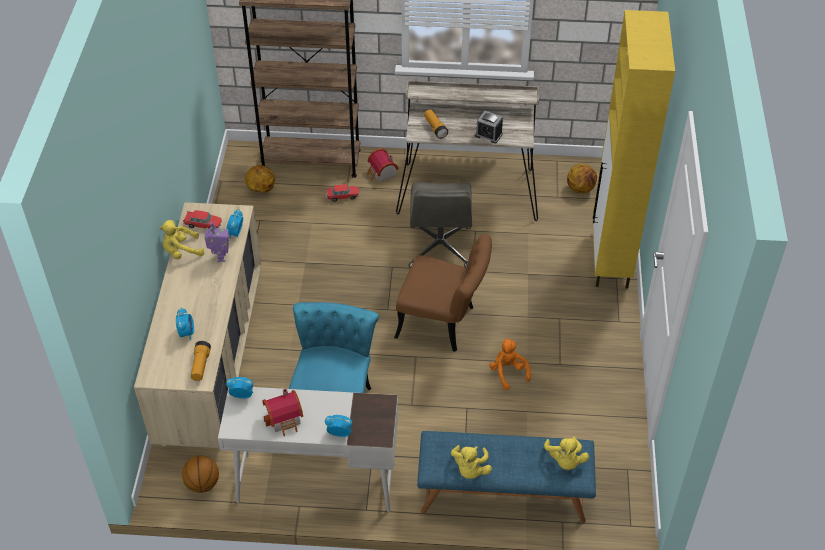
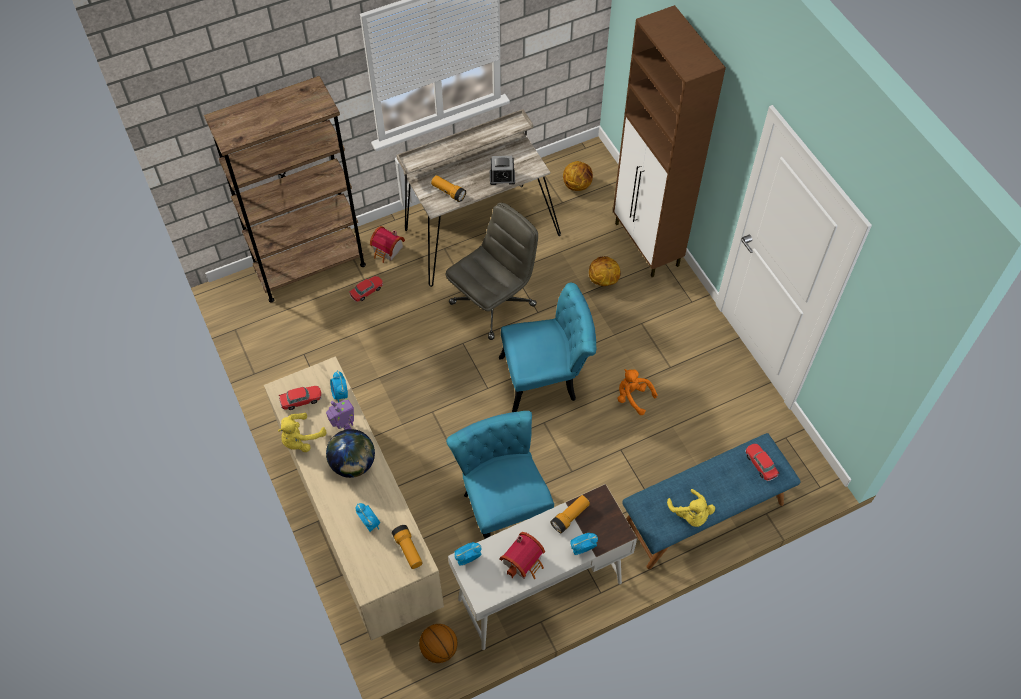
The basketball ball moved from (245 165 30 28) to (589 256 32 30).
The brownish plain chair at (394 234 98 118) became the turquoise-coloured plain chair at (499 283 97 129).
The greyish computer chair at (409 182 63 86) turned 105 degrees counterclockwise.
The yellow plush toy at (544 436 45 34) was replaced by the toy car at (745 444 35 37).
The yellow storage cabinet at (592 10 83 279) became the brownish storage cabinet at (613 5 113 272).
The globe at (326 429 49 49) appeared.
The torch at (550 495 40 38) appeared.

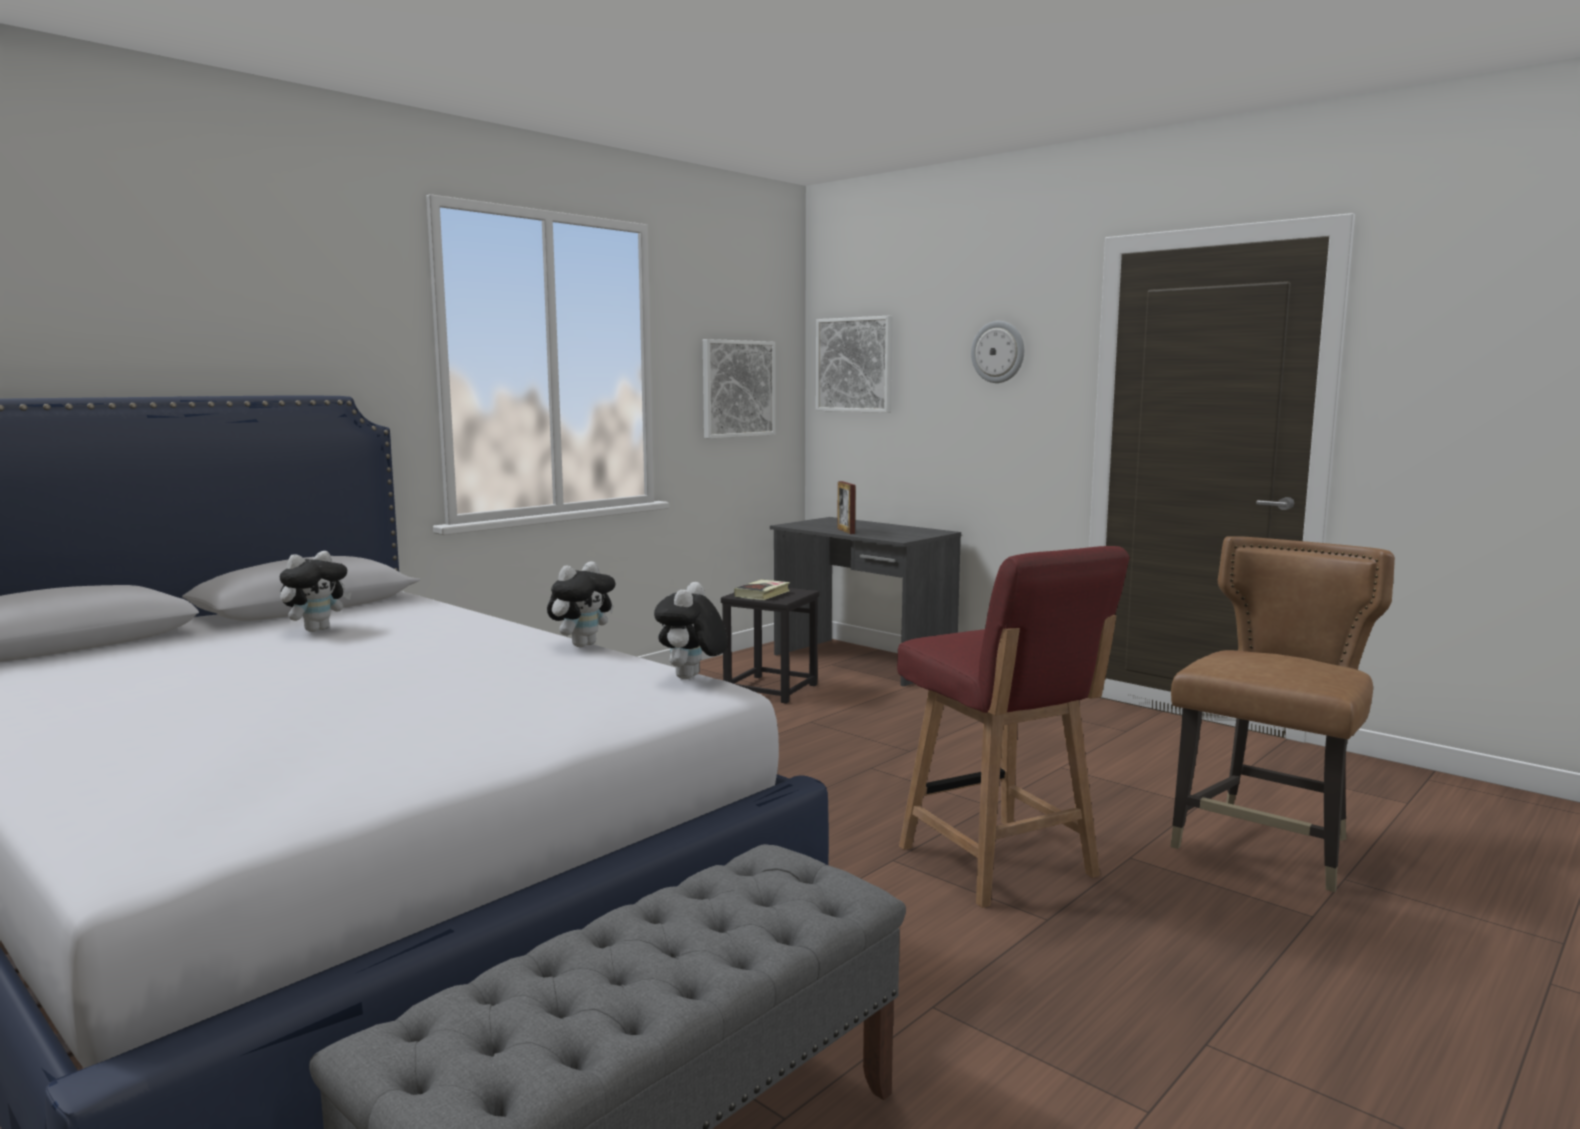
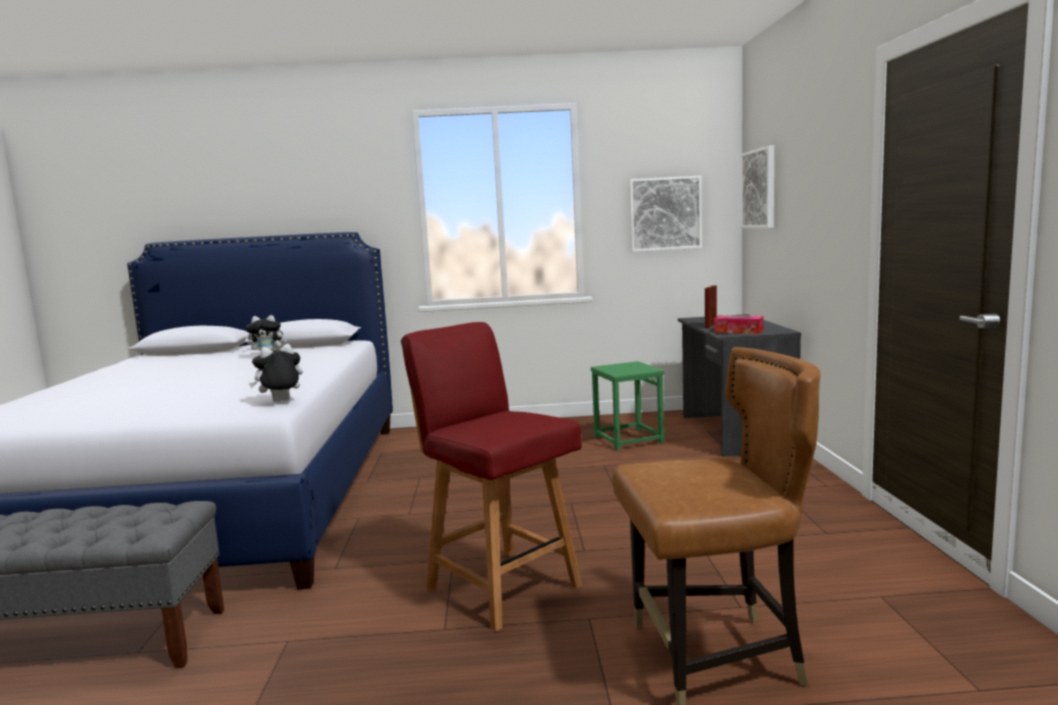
The plush toy at (547 561 69 86) disappeared.
The black-coloured stool seat at (721 588 98 116) became the green stool seat at (591 361 73 90).
The bound book at (734 580 56 20) disappeared.
The reddish plain chair at (897 546 232 362) turned 120 degrees clockwise.
The clock on the wall at (971 321 53 62) disappeared.
The tissue box at (714 315 49 19) appeared.

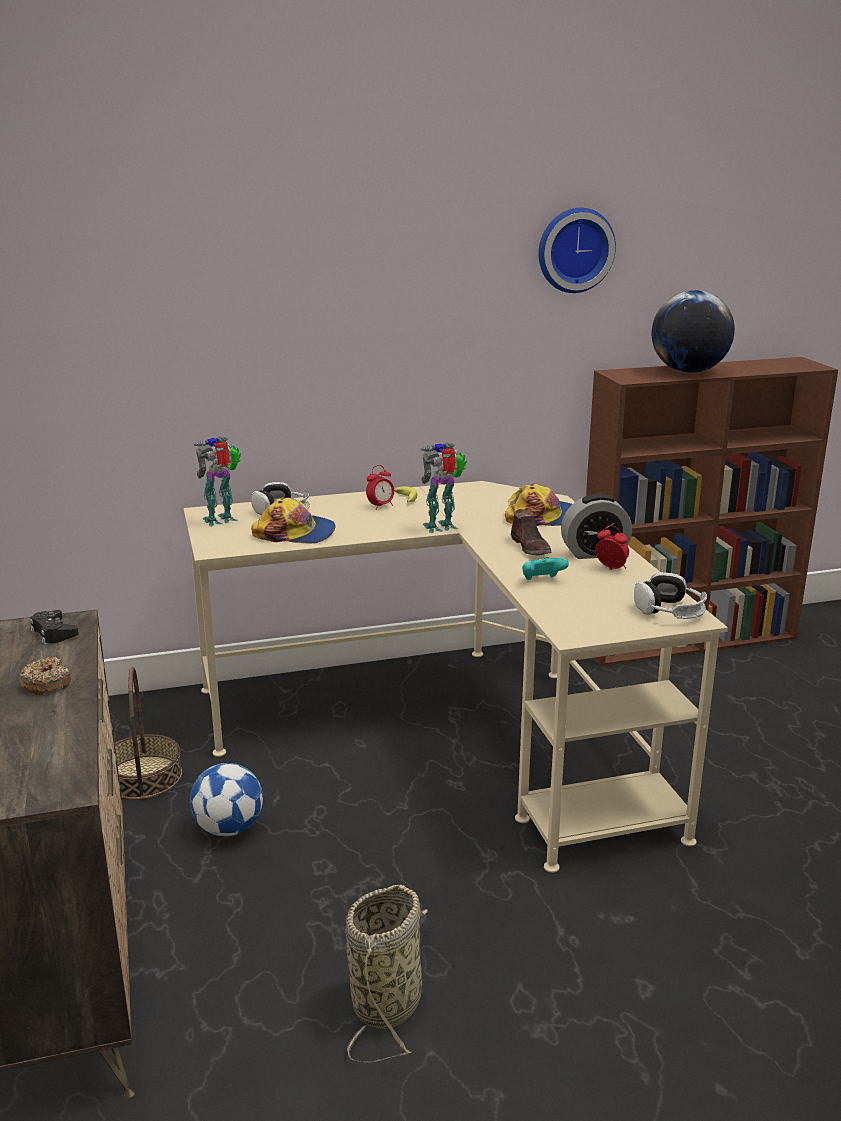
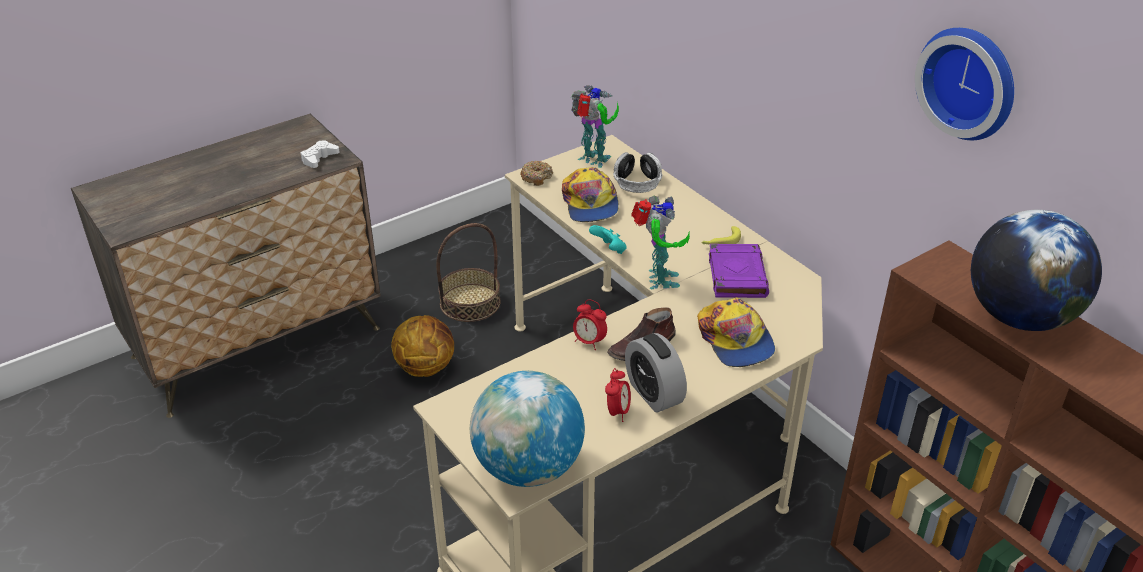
The donut moved from (19 657 52 38) to (520 160 33 26).
The black-coloured gamepad at (30 610 49 34) became the white-coloured gamepad at (300 140 40 28).
The football at (190 763 73 73) was replaced by the basketball ball at (391 315 63 62).
The storage basket at (345 885 83 177) disappeared.
The bedside clock moved from (366 465 28 45) to (573 299 34 51).
The robot figure at (420 442 47 91) turned 45 degrees clockwise.
The turquoise-coloured gamepad moved from (522 557 47 23) to (589 225 38 29).
The pair of headphones at (634 572 73 47) was replaced by the globe at (470 371 115 116).
The purple-coloured bound book at (709 244 60 54) appeared.

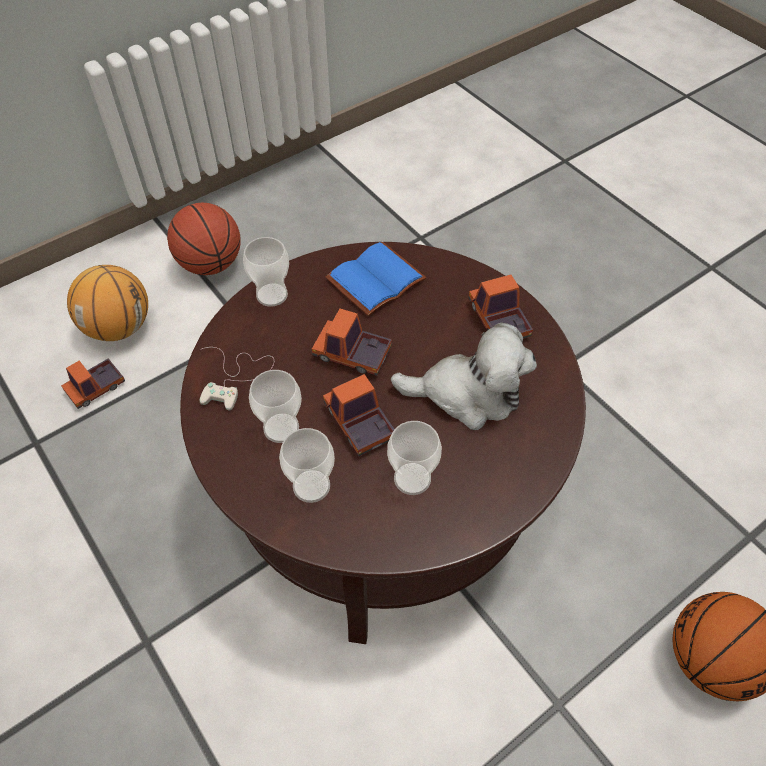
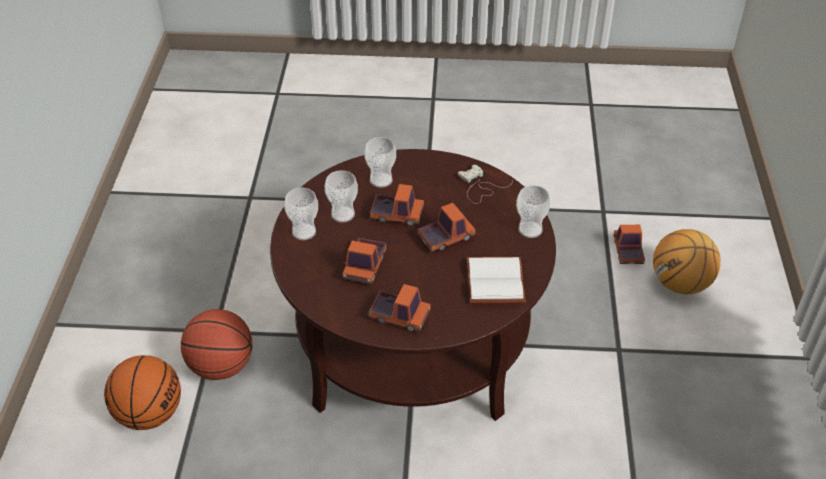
The basketball ball moved from (167 202 74 73) to (181 309 71 71).
The small cup moved from (249 370 53 73) to (284 188 34 52).
The blue-coloured bound book at (326 242 100 74) became the white-coloured bound book at (467 257 59 46).
The plush toy at (391 323 146 107) was replaced by the toy lorry at (343 238 44 46).

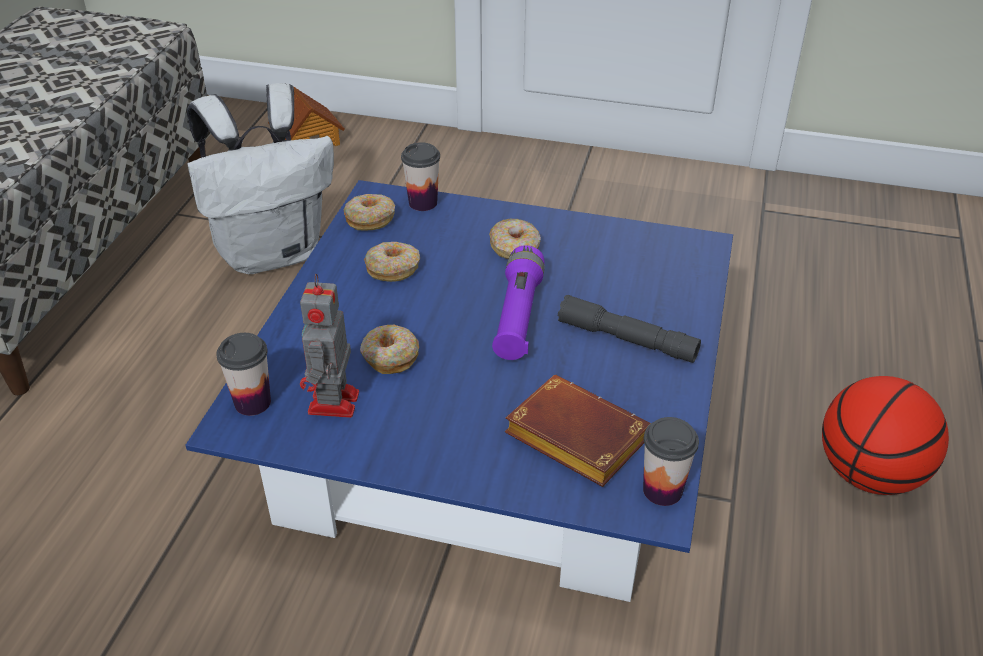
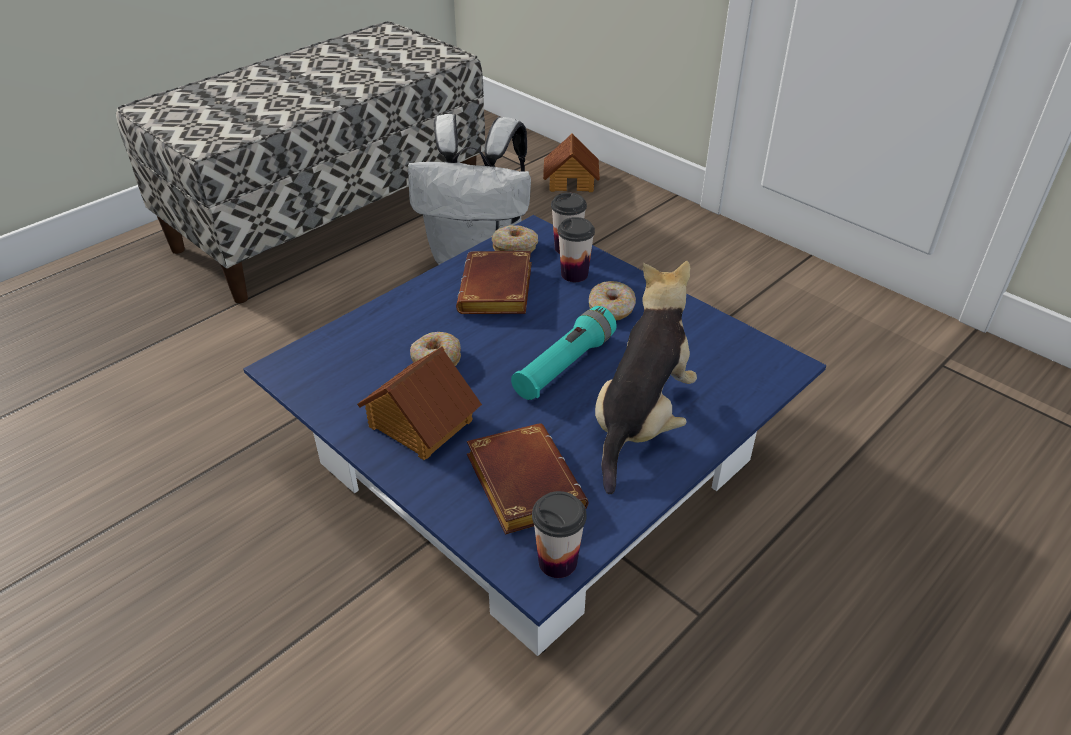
The small cup moved from (216 333 55 83) to (558 217 37 65).
The robot figure at (300 274 59 144) disappeared.
The donut at (364 242 56 40) was replaced by the brownish bound book at (456 251 76 63).
The purple-coloured torch at (492 245 53 115) became the turquoise-coloured torch at (511 306 106 94).
The greyish torch at (558 295 143 68) was replaced by the plush toy at (595 261 102 233).
The basketball ball at (822 376 127 119) disappeared.
The model house at (357 346 125 114) appeared.

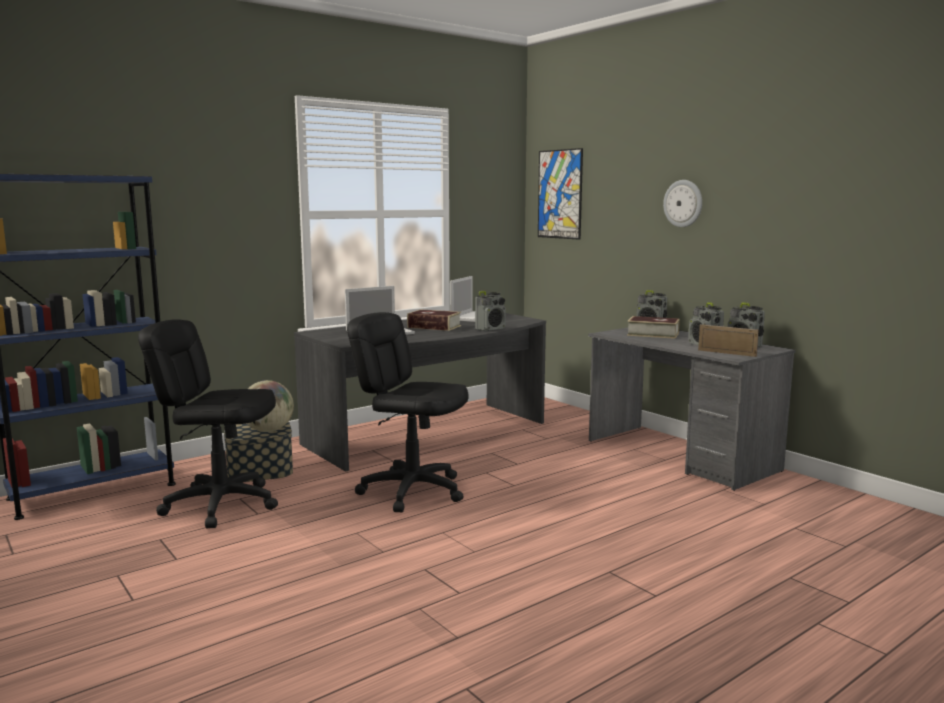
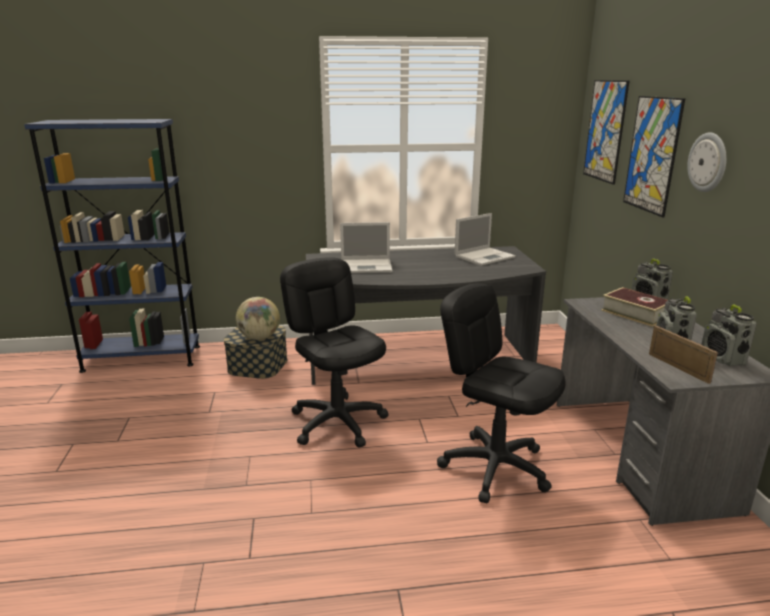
The black-coloured computer chair moved from (138 319 140 209) to (437 283 129 220).
The bound book at (407 309 54 22) disappeared.
The radio set at (475 291 31 40) disappeared.
The wall art at (623 96 62 121) appeared.

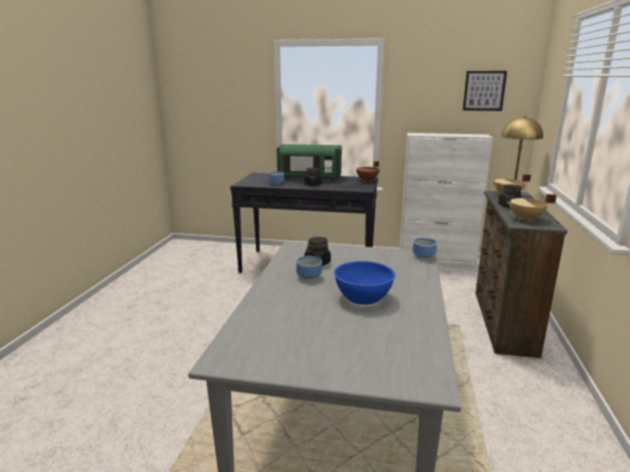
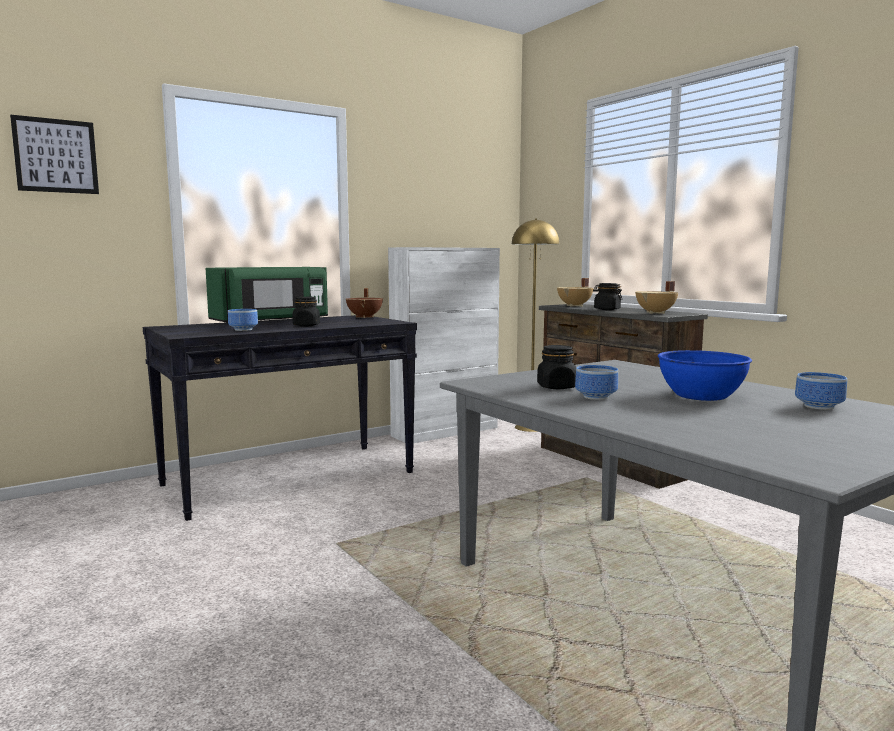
The bowl moved from (413 238 24 21) to (795 372 52 38).
The wall art moved from (463 71 44 40) to (10 115 89 79).

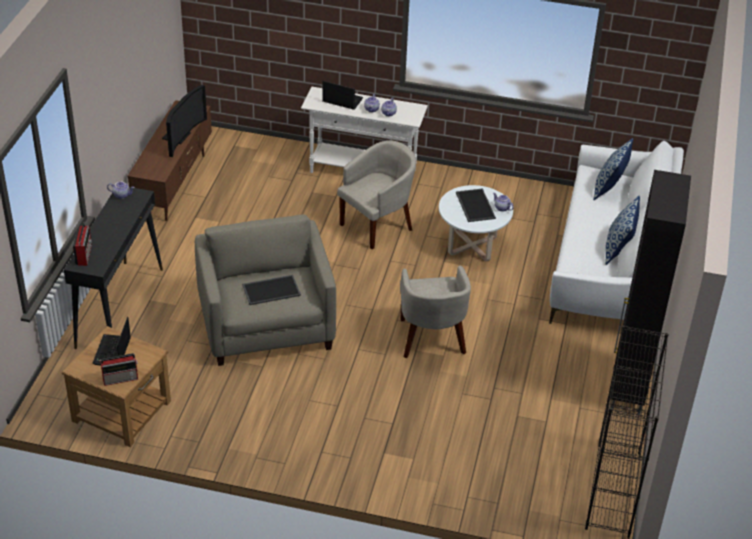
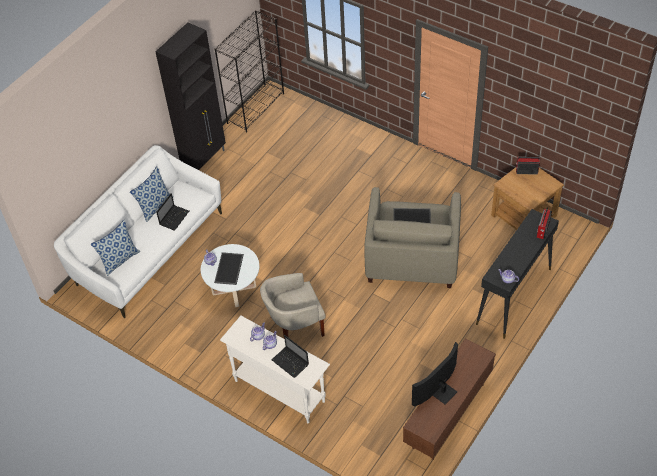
The notebook computer moved from (92 317 39 48) to (156 193 33 37).
The beige-coloured easy chair at (400 266 71 92) disappeared.

